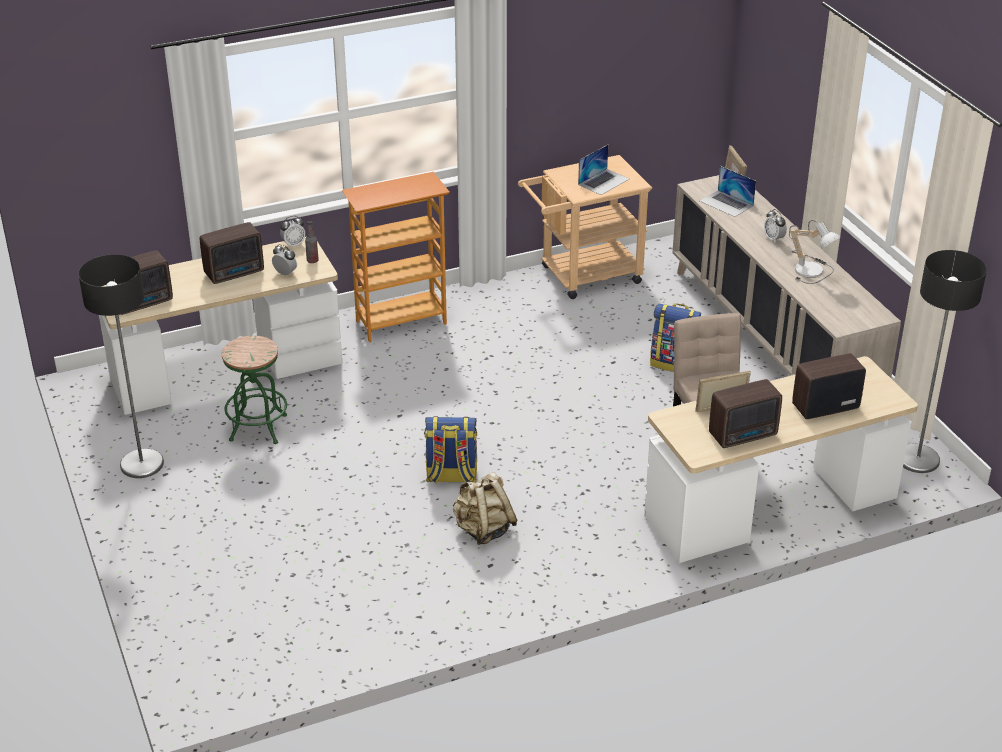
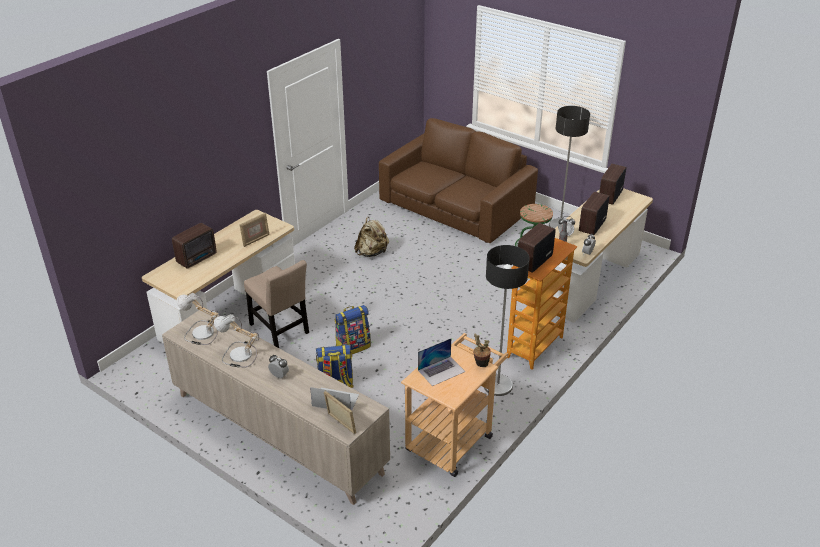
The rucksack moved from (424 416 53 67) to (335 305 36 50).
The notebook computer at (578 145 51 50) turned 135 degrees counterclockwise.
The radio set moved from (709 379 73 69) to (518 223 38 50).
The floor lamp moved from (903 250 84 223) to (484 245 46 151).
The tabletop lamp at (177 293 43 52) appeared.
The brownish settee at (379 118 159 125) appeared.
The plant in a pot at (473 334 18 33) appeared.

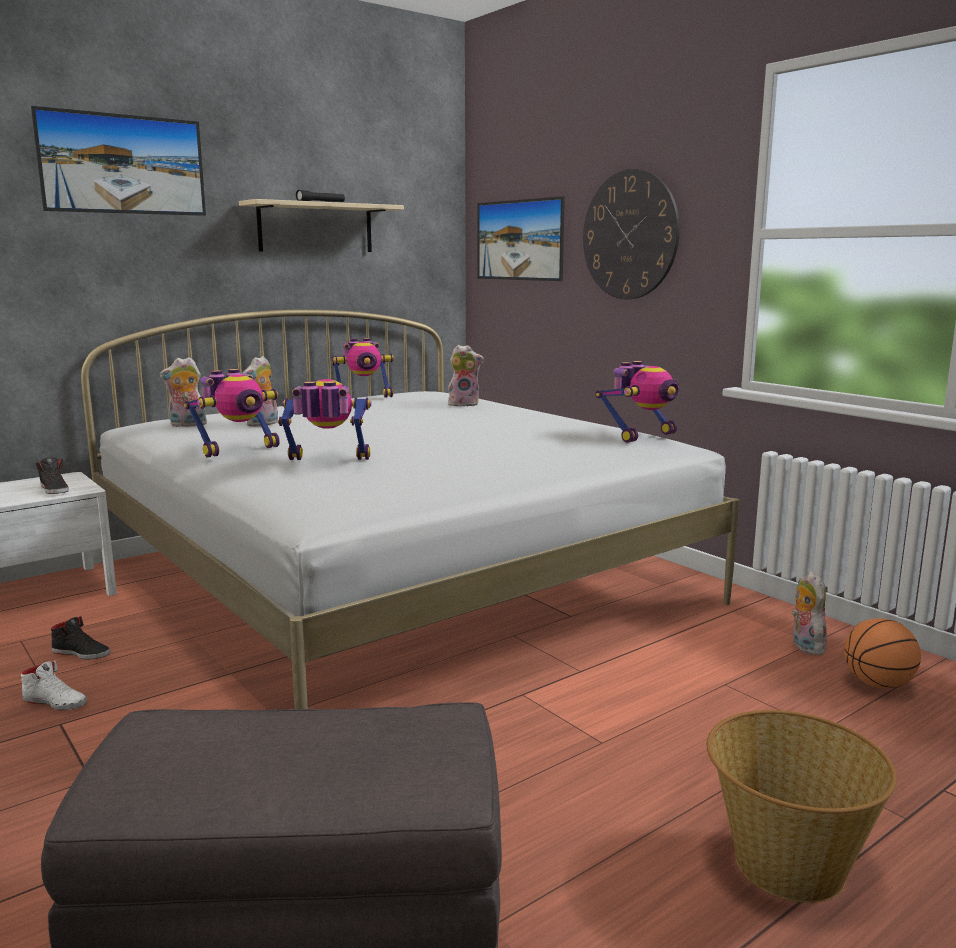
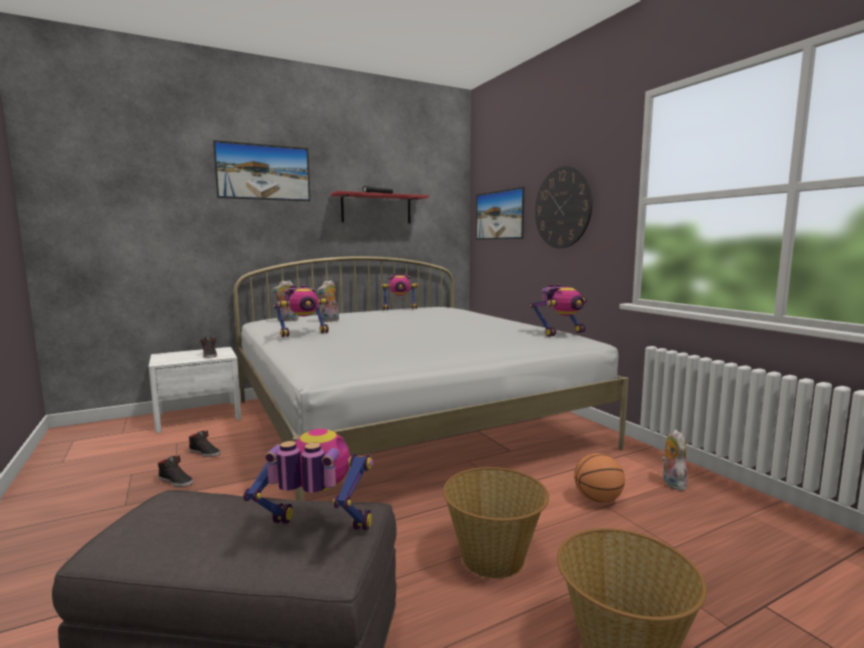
The white-coloured item of footwear at (21 660 66 50) became the black-coloured item of footwear at (158 456 35 31).
The beige-coloured bracket shelf at (239 199 165 53) became the reddish bracket shelf at (330 191 99 32).
The robot figure moved from (278 379 94 81) to (243 429 130 101).
The plush toy at (448 345 36 62) disappeared.
The basketball ball moved from (844 618 77 70) to (574 453 51 50).
The storage basket at (443 467 106 112) appeared.

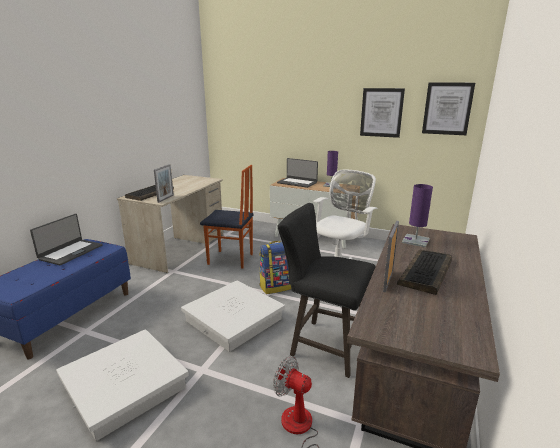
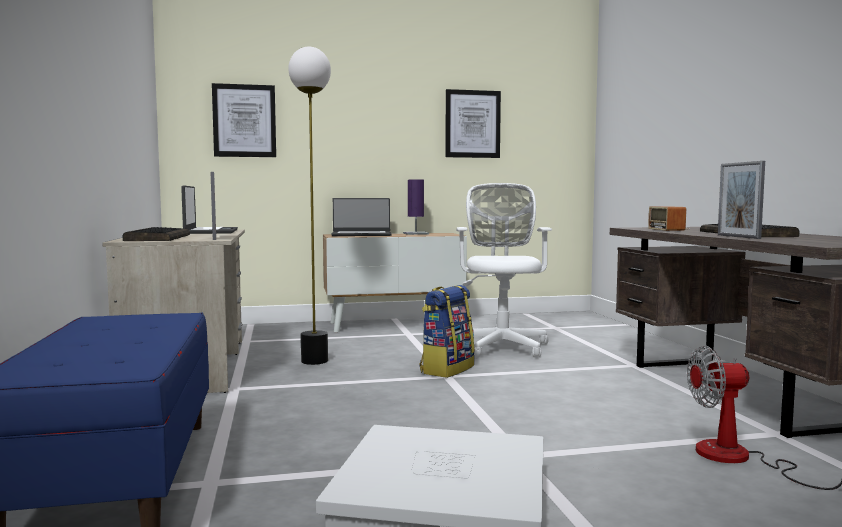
The notebook computer moved from (30 214 72 51) to (181 186 57 48).
The white-coloured storage bin at (181 281 104 71) disappeared.
The plain chair at (200 165 54 104) was replaced by the floor lamp at (288 47 43 318).
The black-coloured stool seat at (278 203 98 175) disappeared.
The purple-coloured tabletop lamp at (402 184 31 63) was replaced by the radio set at (648 206 41 25).
The wall art moved from (422 83 53 52) to (212 83 64 74).

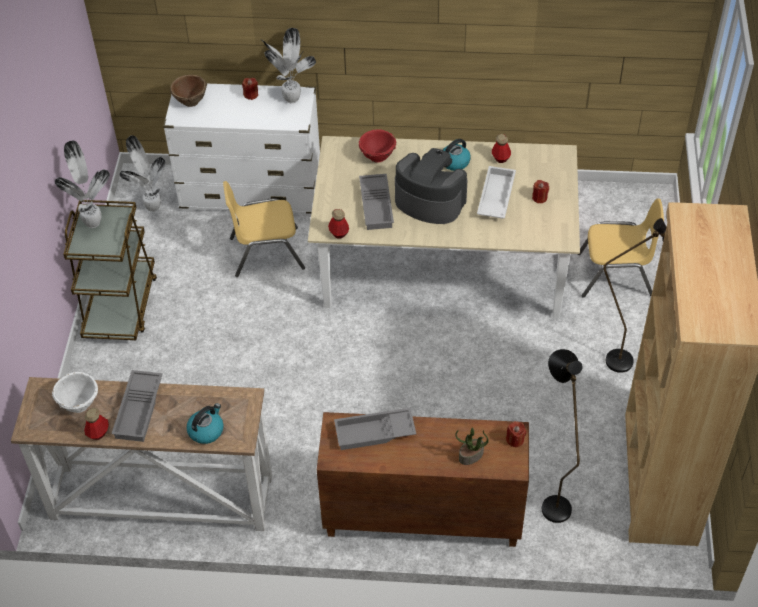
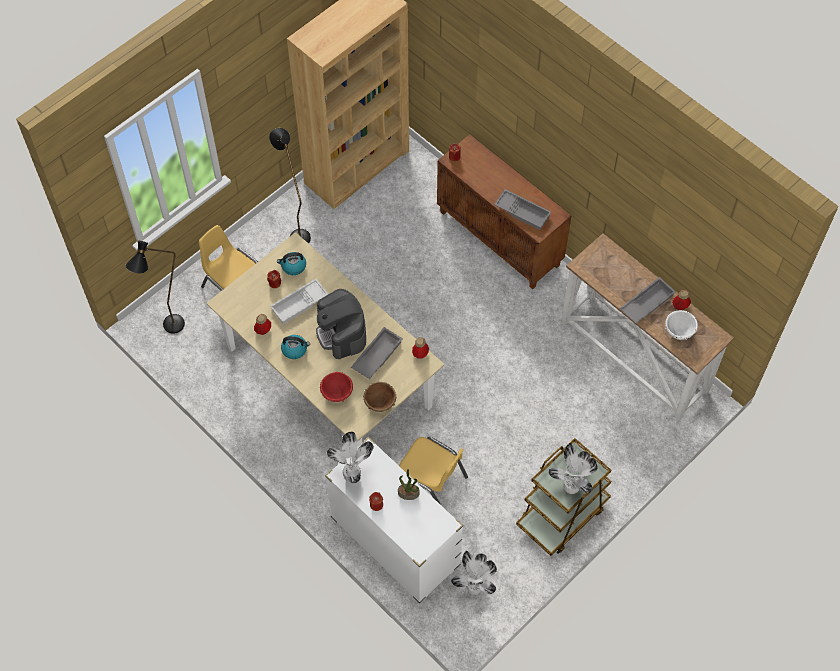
The brownish bowl moved from (170 75 37 32) to (363 382 33 30).
The tea kettle moved from (186 403 38 41) to (277 252 29 23).
The plant in a pot moved from (455 428 34 37) to (398 469 21 31).
The black-coloured floor lamp moved from (542 349 41 174) to (125 241 60 93).

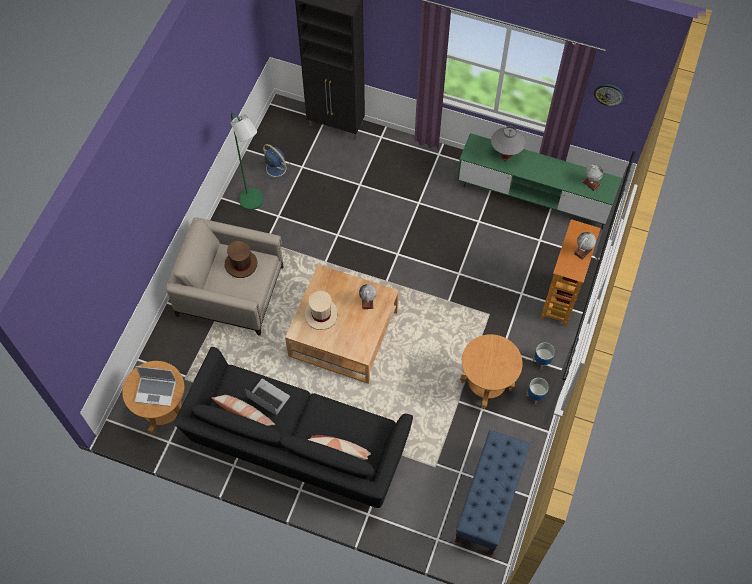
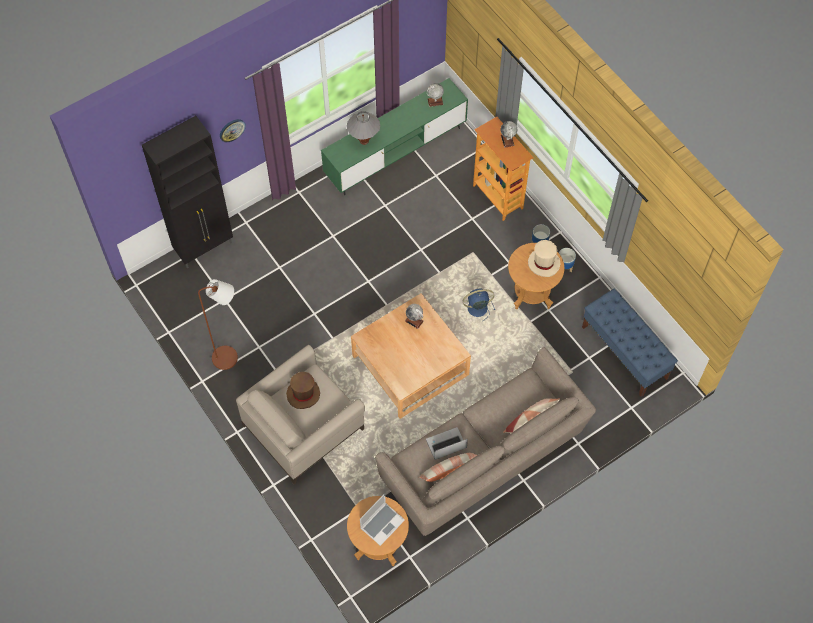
The black-coloured settee at (174 347 239 161) became the beige-coloured settee at (375 347 221 189).
The green floor lamp at (231 113 33 97) became the brownish floor lamp at (198 279 40 91).
The blue-coloured fan moved from (260 144 31 37) to (463 289 32 32).
The beige-coloured clothing hat moved from (305 291 33 39) to (528 240 33 37).
The clock on the wall moved from (594 84 30 22) to (220 119 26 23).

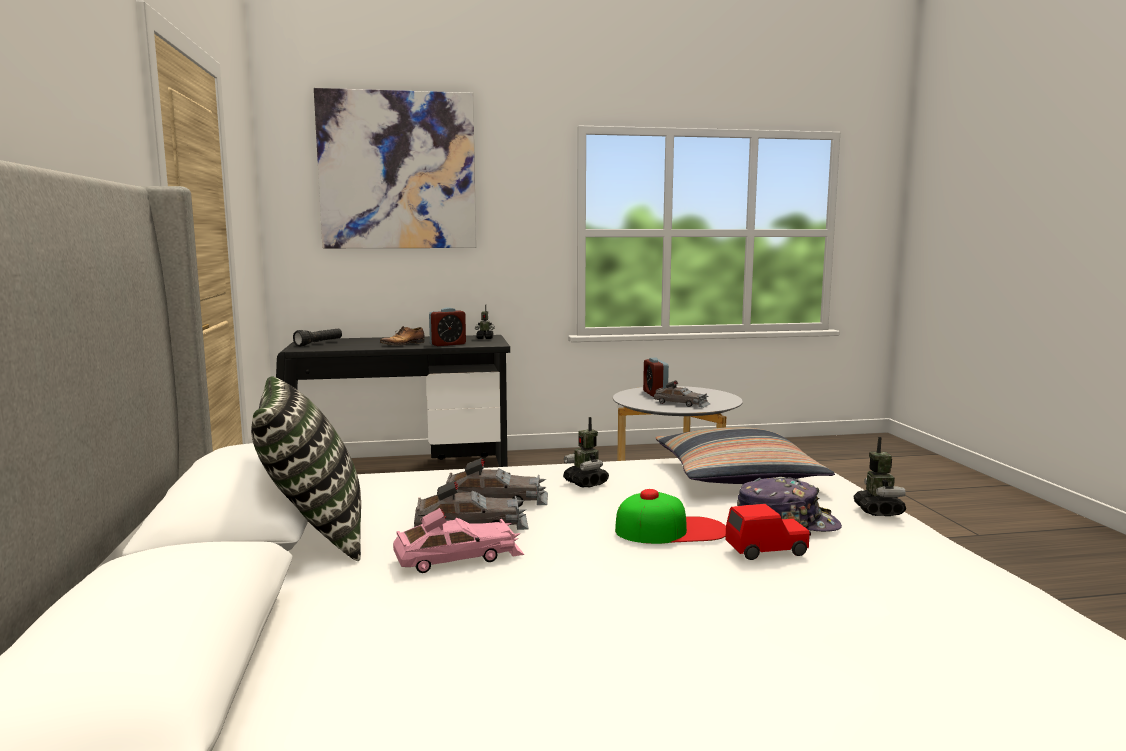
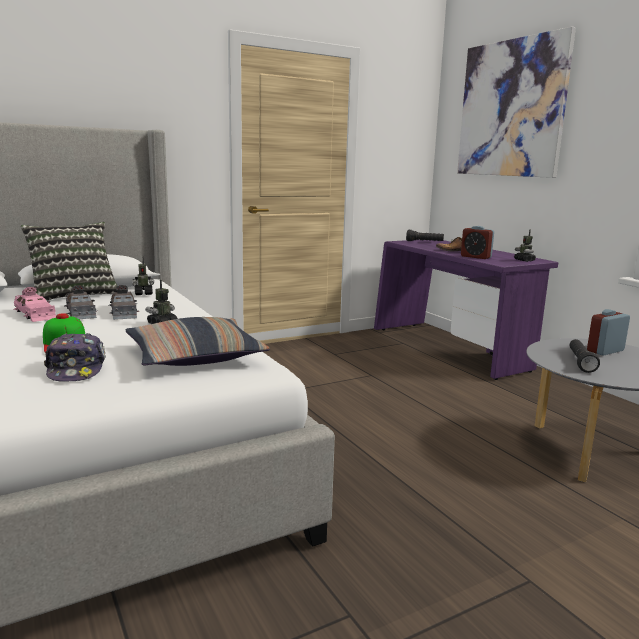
The black-coloured desk table at (276 335 234 132) became the purple-coloured desk table at (374 240 184 140).
The greyish toy car at (654 380 56 28) was replaced by the black-coloured torch at (569 339 31 34).
The reddish toy car at (725 504 86 56) disappeared.
The robot figure moved from (853 437 53 79) to (132 259 22 36).

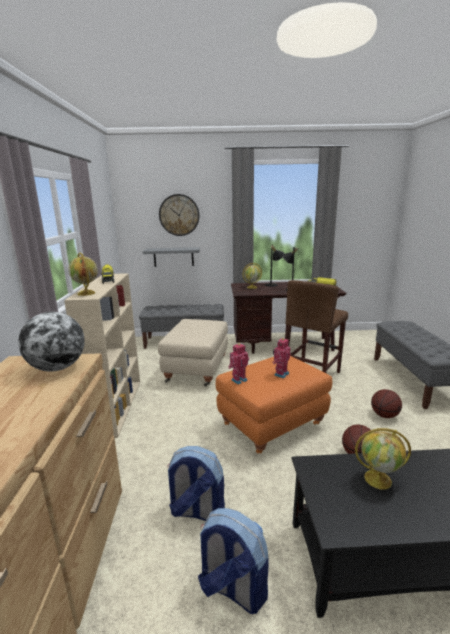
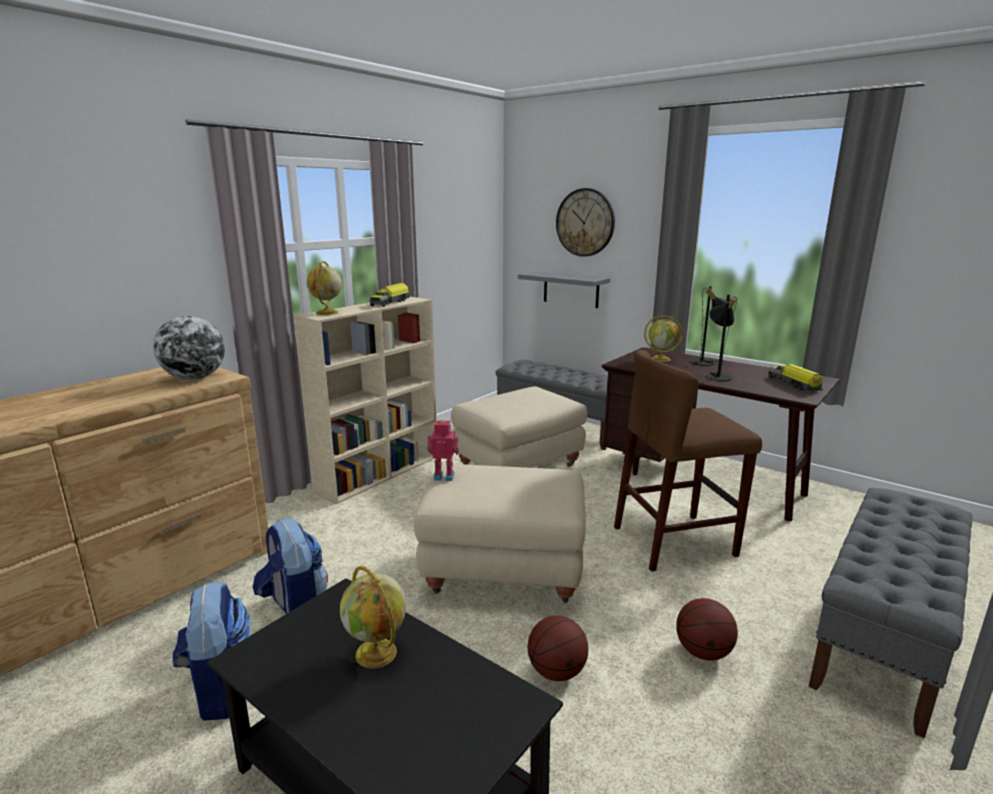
The orange-coloured pouffe at (216 356 116 97) became the beige-coloured pouffe at (414 464 172 139).
The robot figure at (272 337 18 41) disappeared.

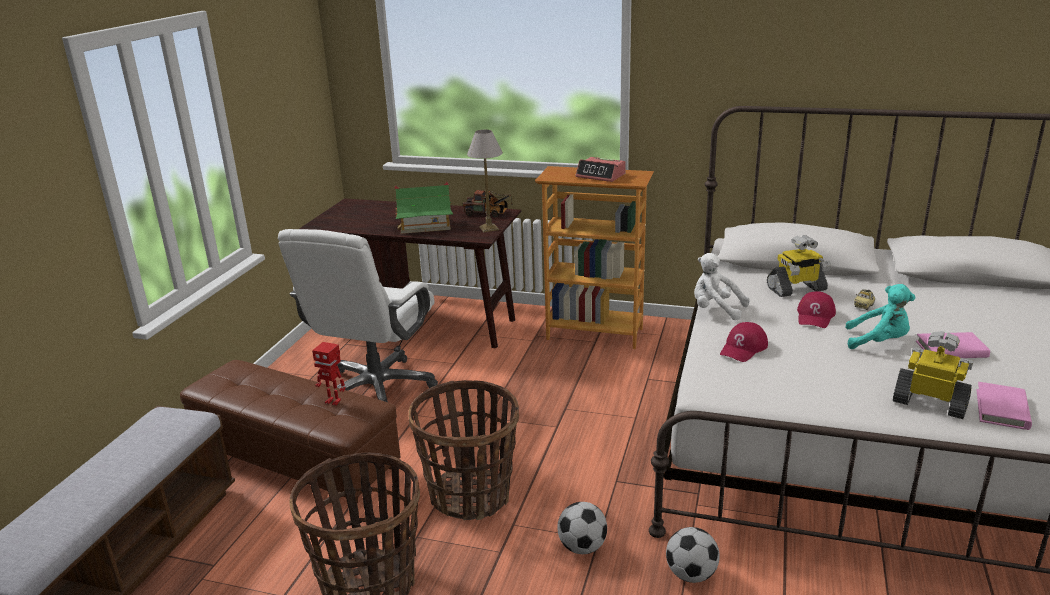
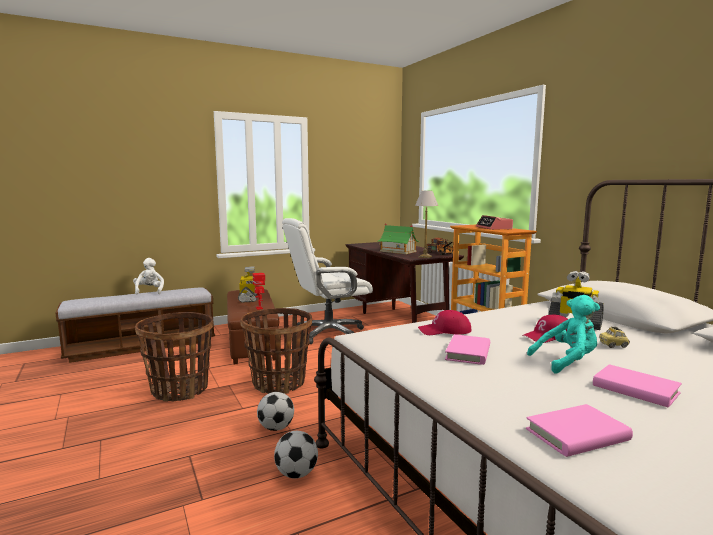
The white-coloured plush toy moved from (694 253 56 67) to (133 258 31 36).
The turquoise-coloured plush toy at (846 284 69 65) turned 75 degrees counterclockwise.
The robot figure moved from (893 331 80 88) to (238 266 19 36).
The pinkish bound book at (445 334 45 31) appeared.

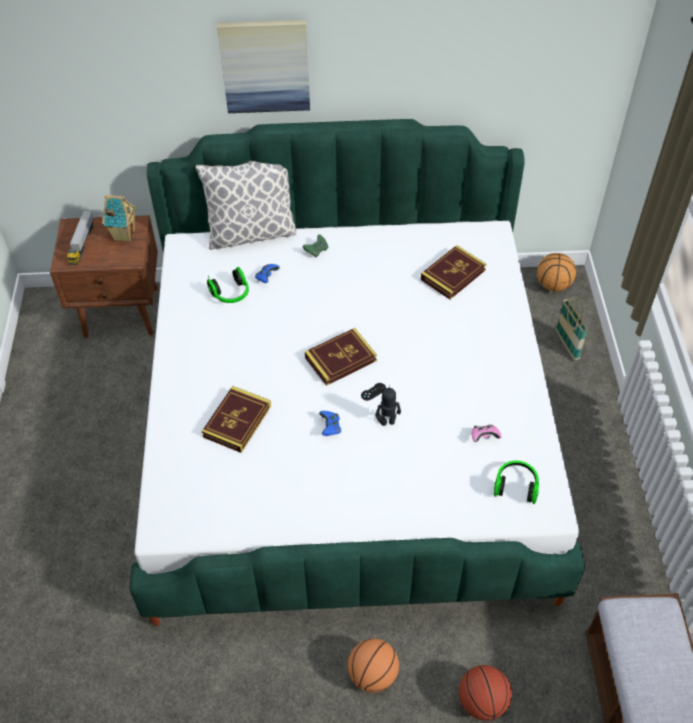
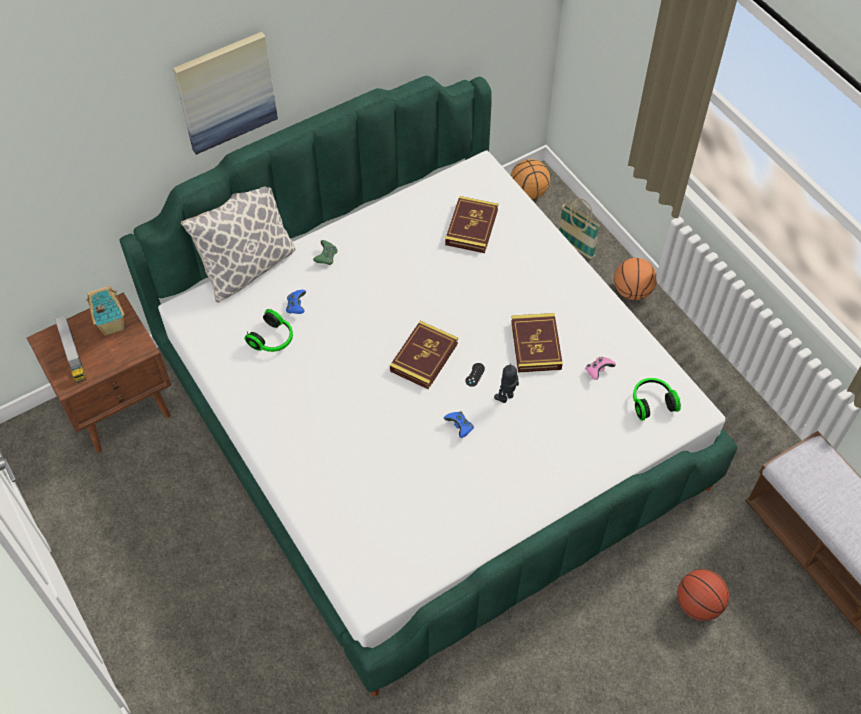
The bound book moved from (202 386 69 67) to (511 313 52 60).
The basketball ball moved from (348 639 51 54) to (614 258 43 42).

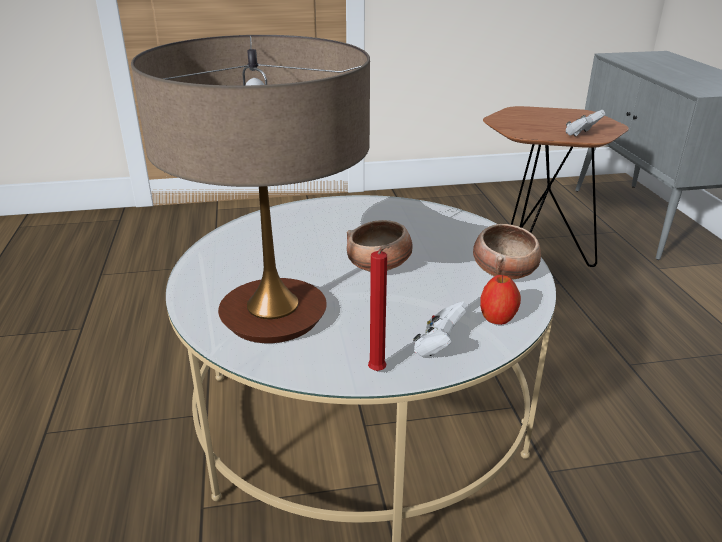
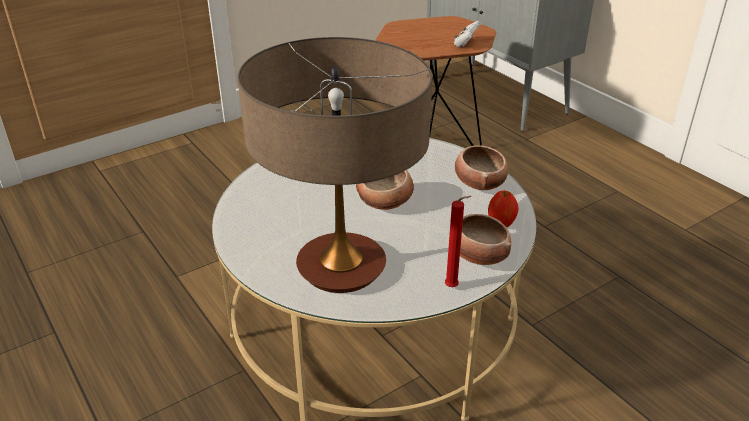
The white-coloured gamepad at (413 302 55 55) was replaced by the bowl at (460 214 51 51).

